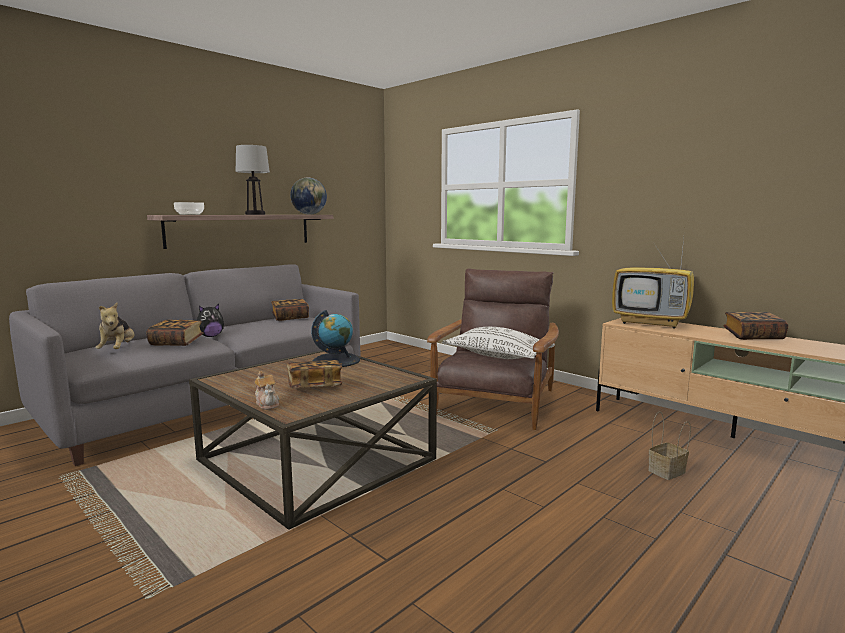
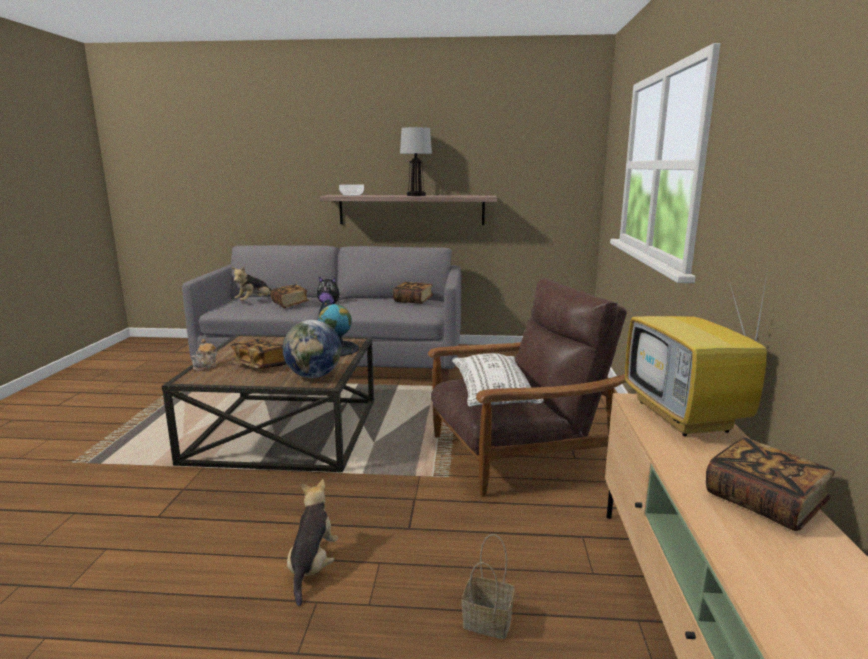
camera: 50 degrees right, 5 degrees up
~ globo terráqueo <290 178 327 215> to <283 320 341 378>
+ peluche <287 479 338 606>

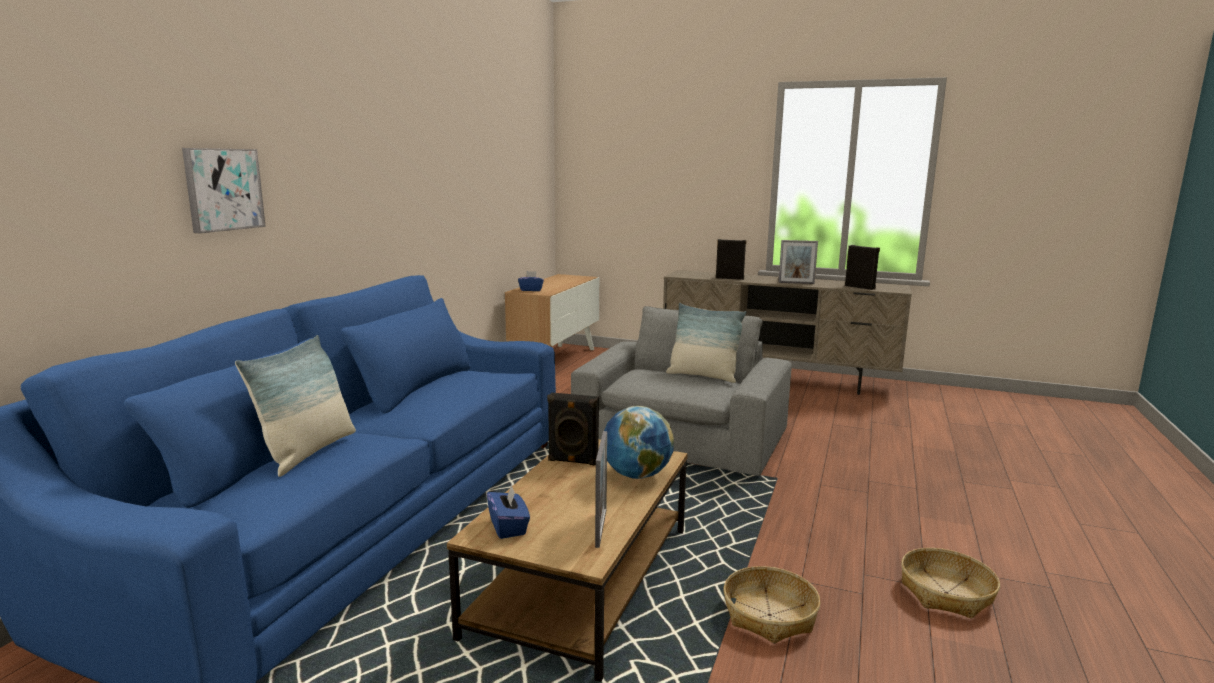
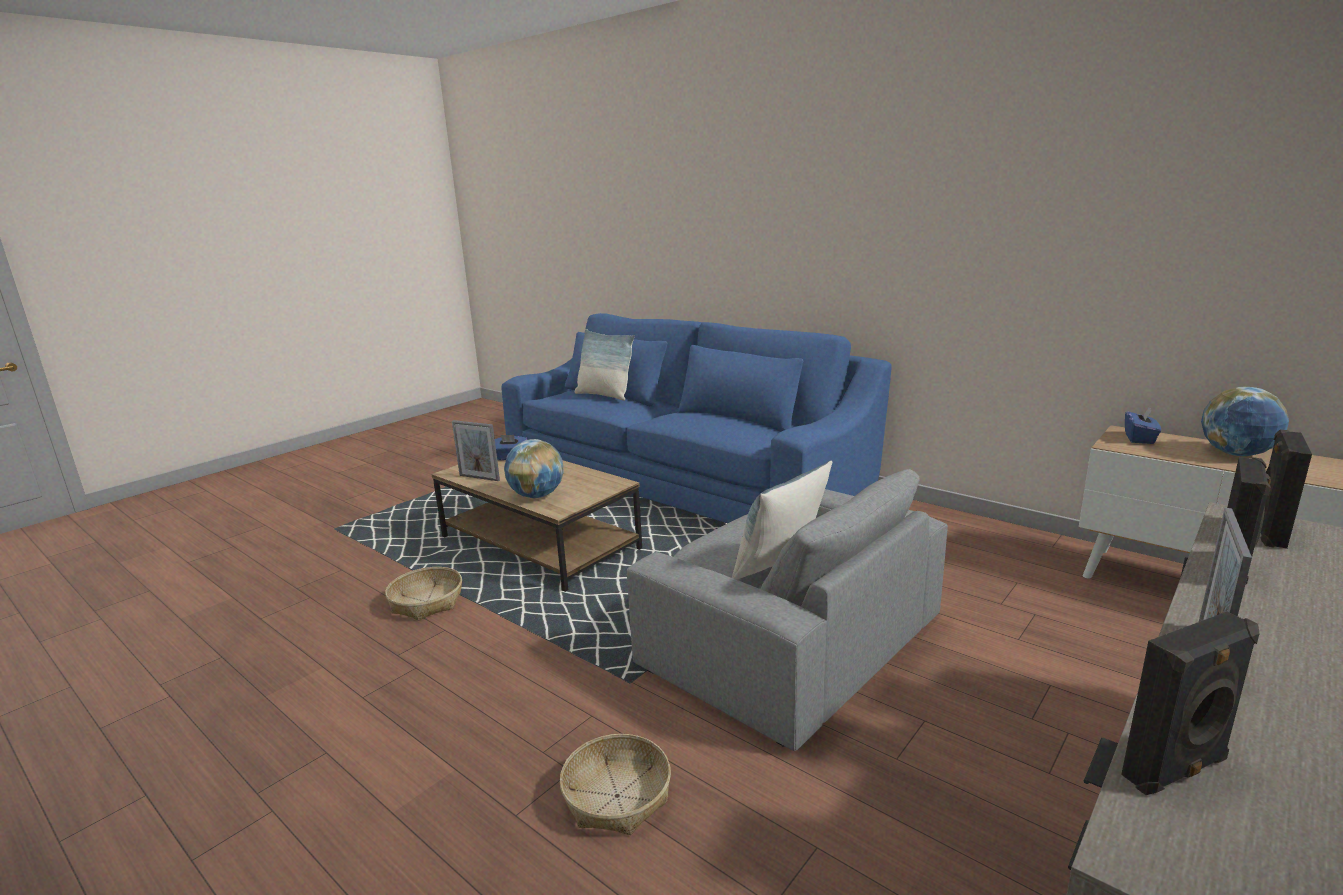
camera: 110 degrees right, 5 degrees up
~ cesta <901 548 1000 619> to <560 734 671 835>
+ globo terráqueo <1201 387 1289 456>
~ altavoz [negro] <548 393 599 466> to <1261 429 1312 549>
- cuadro <182 148 266 233>

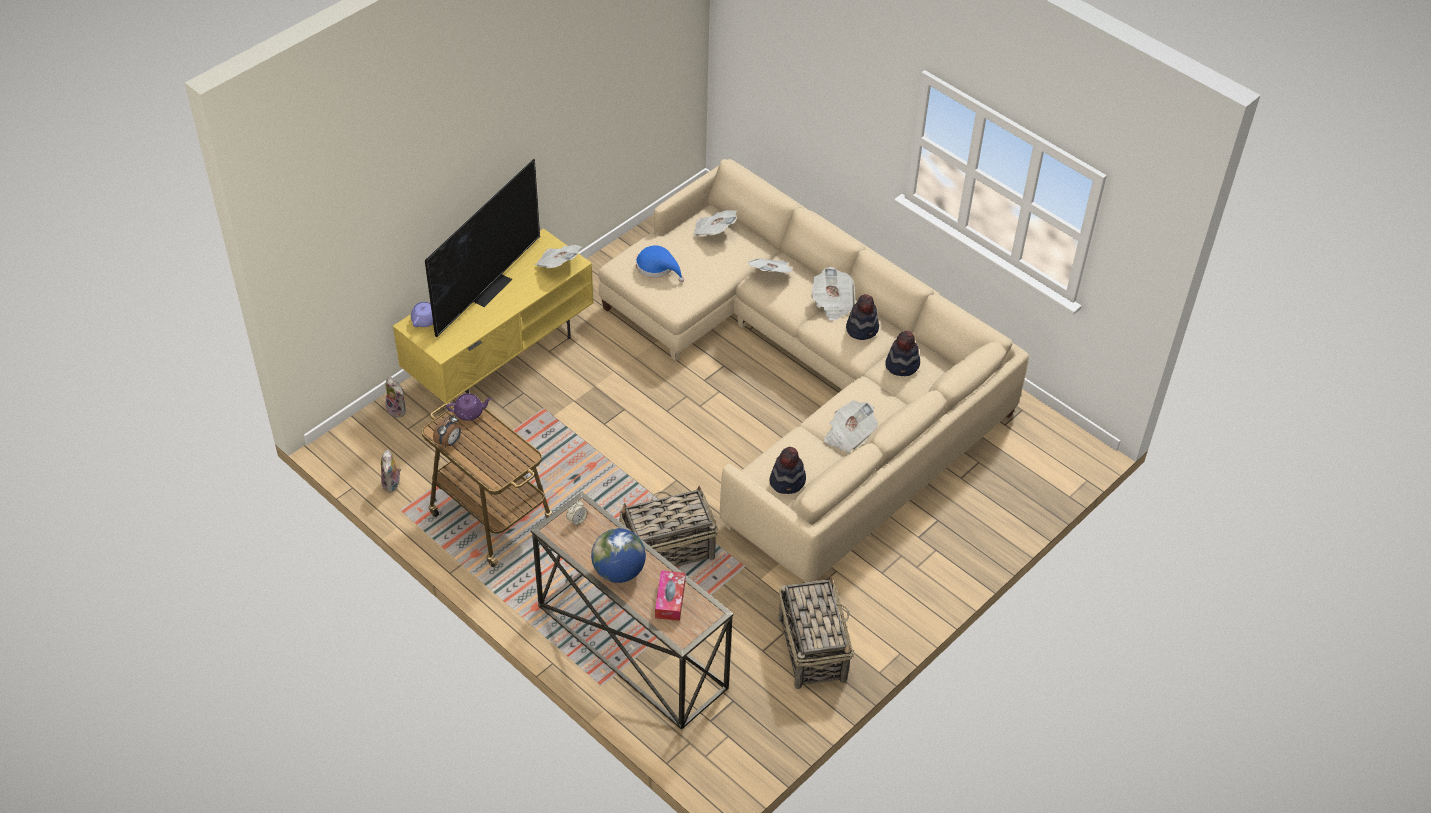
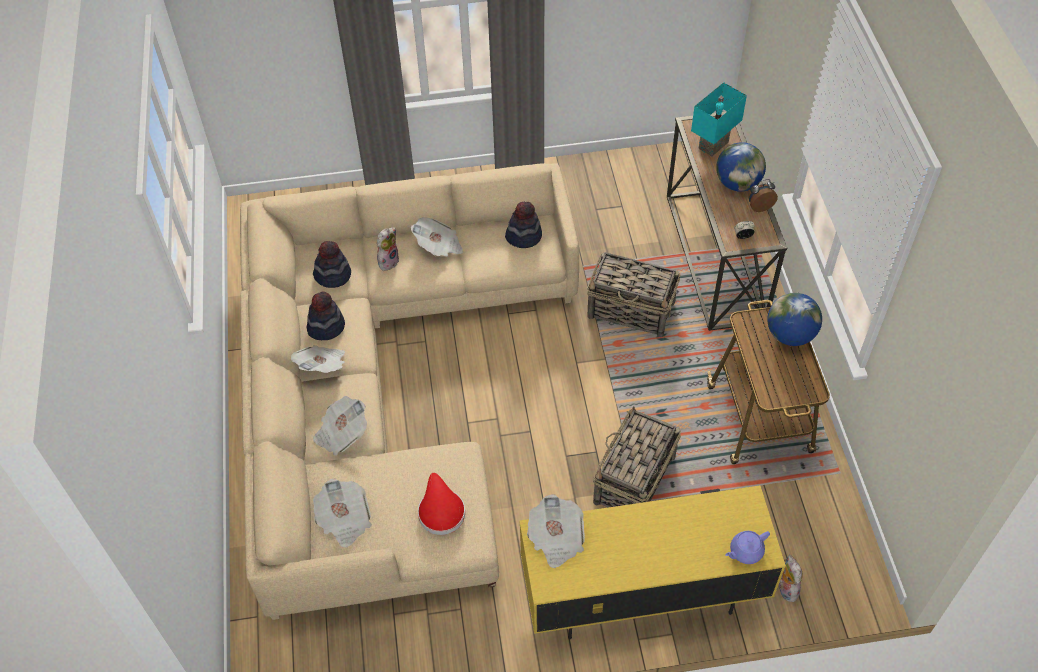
camera: 140 degrees left, 5 degrees up
~ peluche <381 450 401 493> to <377 227 399 271>
~ sombrero [azul] <636 245 684 282> to sombrero [rojo] <418 473 465 535>
~ cesta <778 575 854 689> to <593 407 681 507>
~ caja de pañuelos <655 570 686 621> to lámpara de mesa [turquesa] <691 82 747 157>
~ despertador <433 415 461 448> to <748 179 778 212>
+ globo terráqueo <767 293 822 346>
- televisor <425 159 540 337>
- tetera [morado] <446 393 492 421>

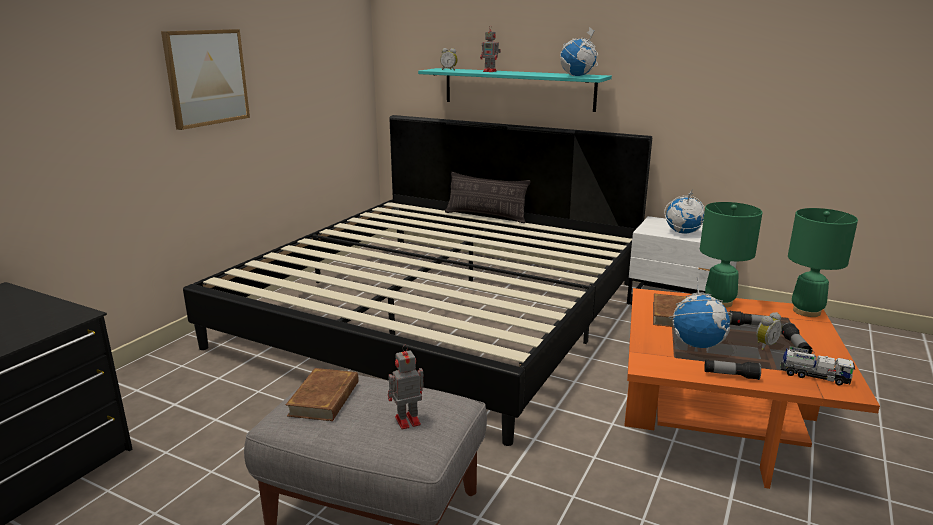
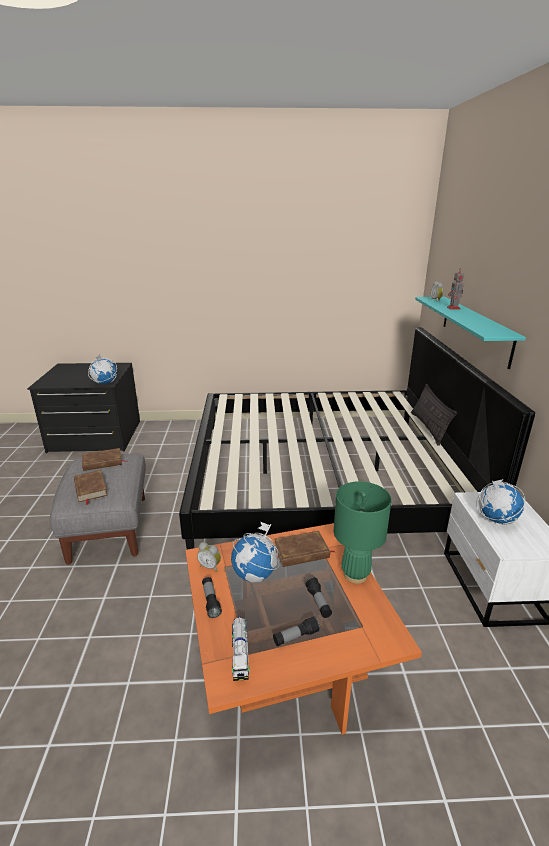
camera: 60 degrees right, 5 degrees up
~ robot de juguete <388 345 423 429> to libro [marrón] <74 470 108 505>
~ globo terráqueo <560 27 598 76> to <88 354 117 384>
~ despertador <756 312 782 350> to <197 542 221 572>
- cuadro <161 29 250 130>
- lámpara de mesa [verde] <788 208 858 317>

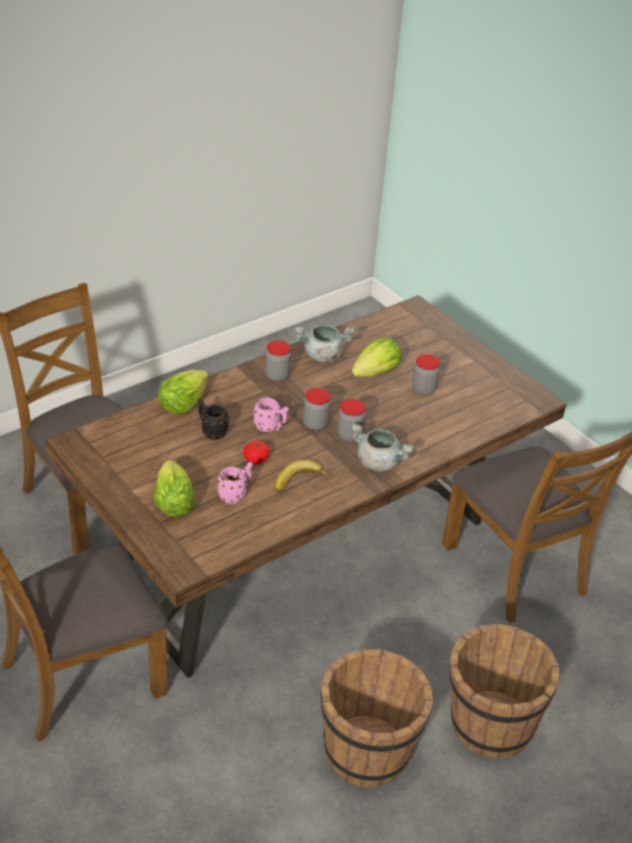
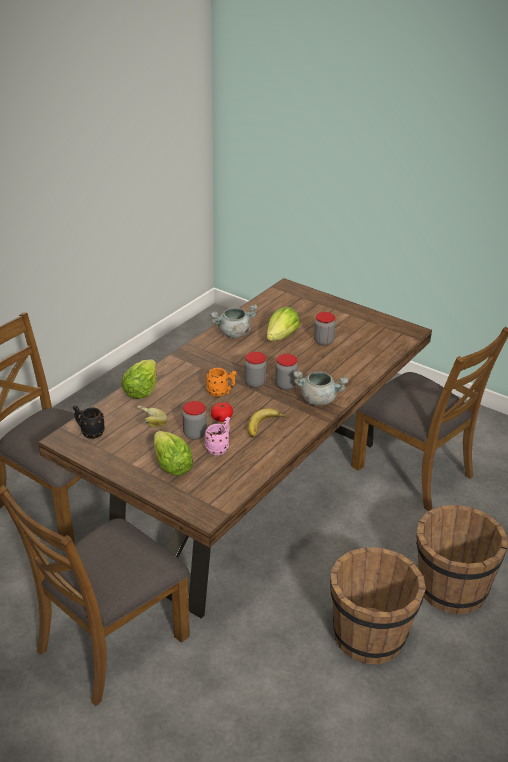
camera: 15 degrees left, 5 degrees down
~ taza grande [negro] <198 398 229 440> to <73 405 105 439>
+ plátano <137 405 167 427>
~ tarro <265 340 291 382> to <182 401 207 440>
~ taza grande [rosa] <253 397 289 432> to taza grande [naranja] <206 368 236 397>

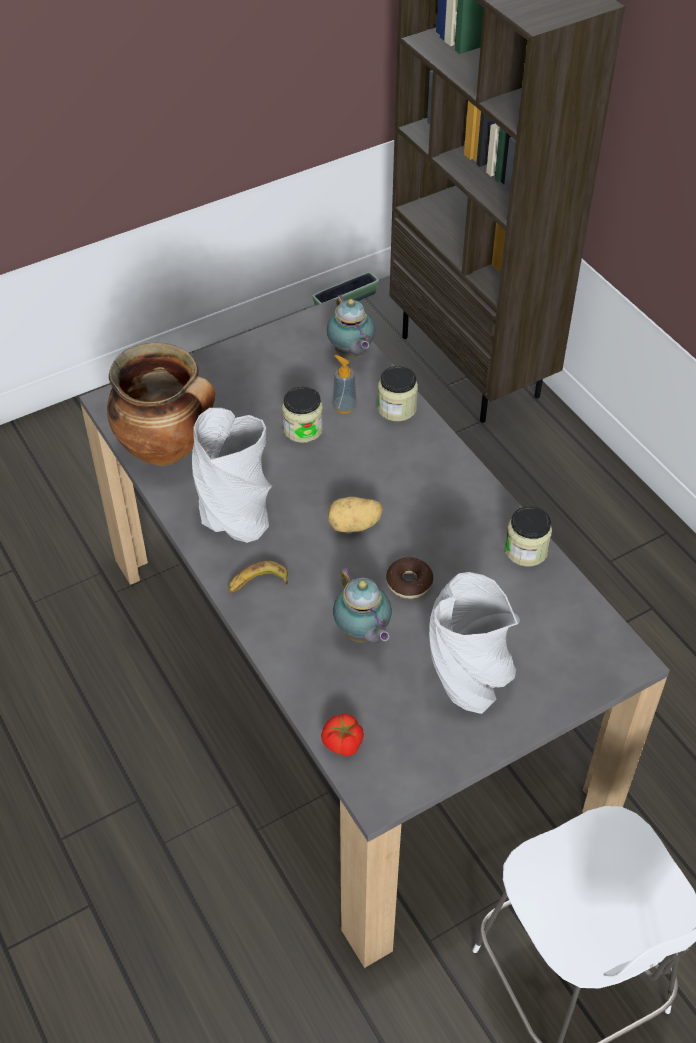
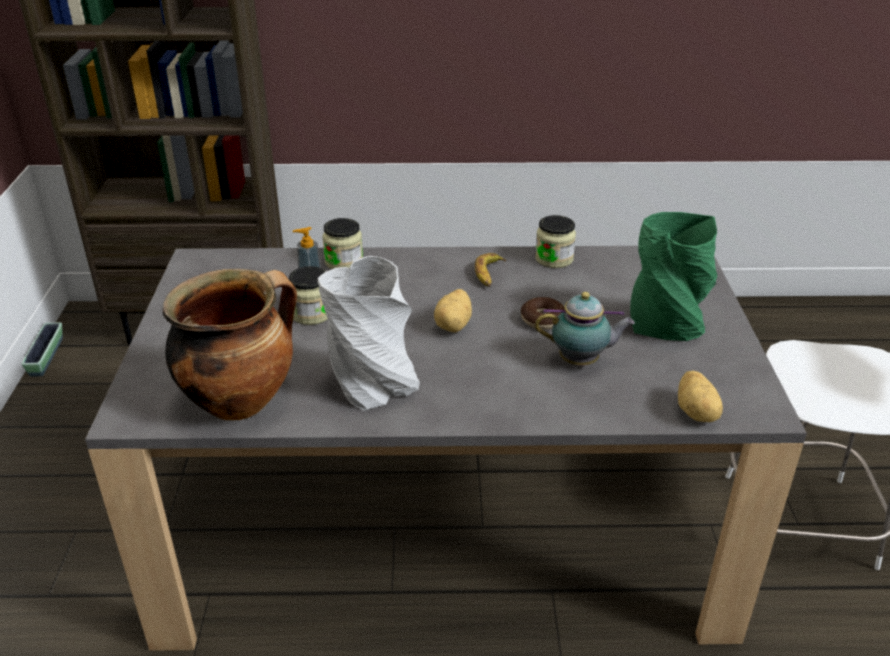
camera: 60 degrees left, 15 degrees down
~ plátano <228 561 288 594> to <475 253 506 287>
~ florero [gris] <429 572 520 714> to florero [verde] <630 212 717 341>
~ tomate <321 713 364 756> to patata <678 371 723 422>
- tetera <327 294 375 358>

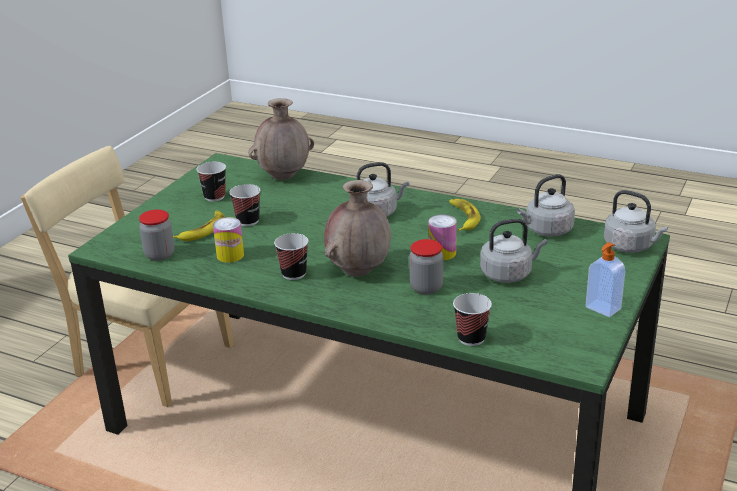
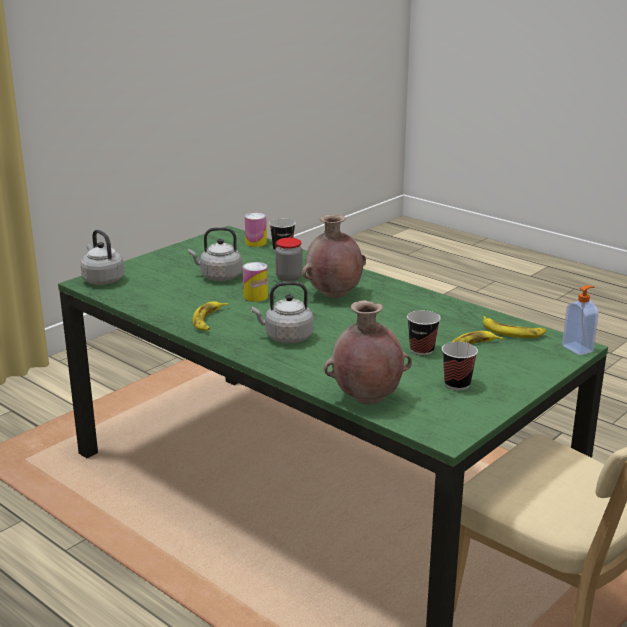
camera: 165 degrees left, 5 degrees down
~ lata <213 217 244 263> to <245 213 267 247>
~ tarro <139 210 174 261> to plátano <483 316 546 338>
~ dispensador de jabón <586 242 625 317> to <562 285 599 355>
- taza <274 233 308 280>
- hervidor [gris] <517 174 575 237>

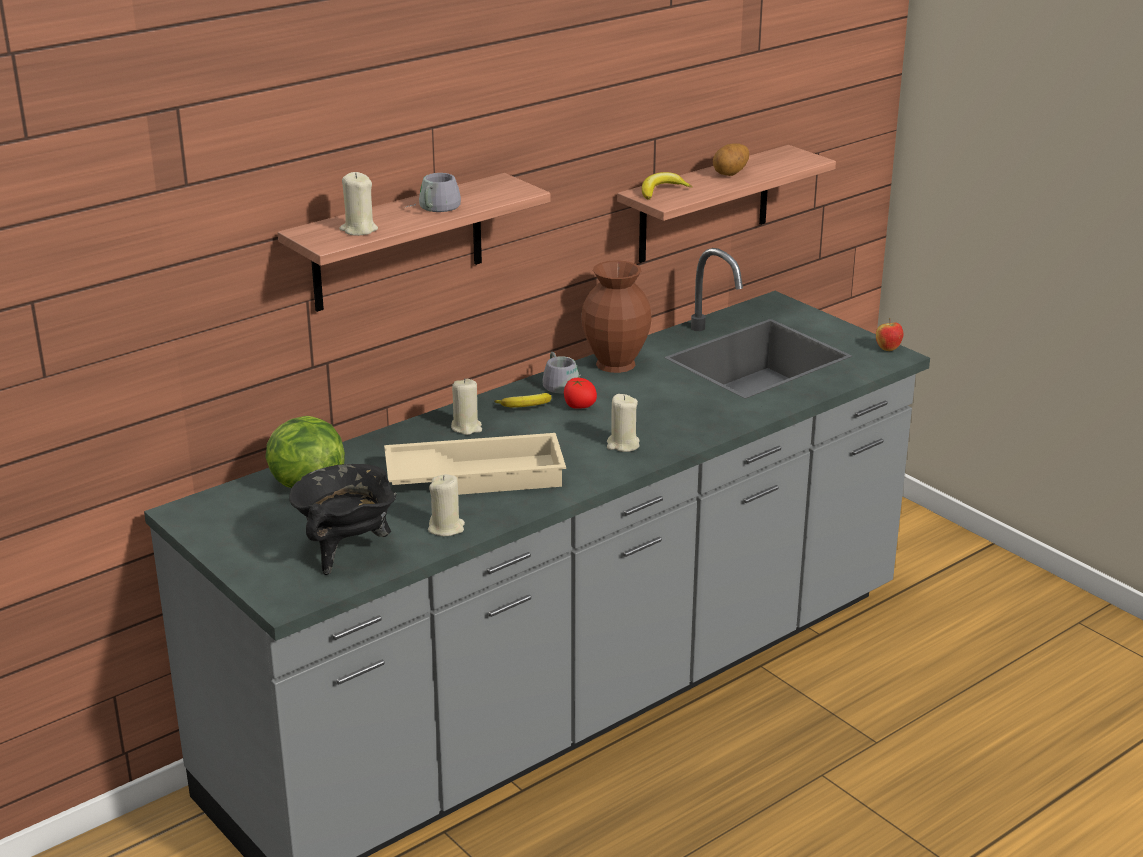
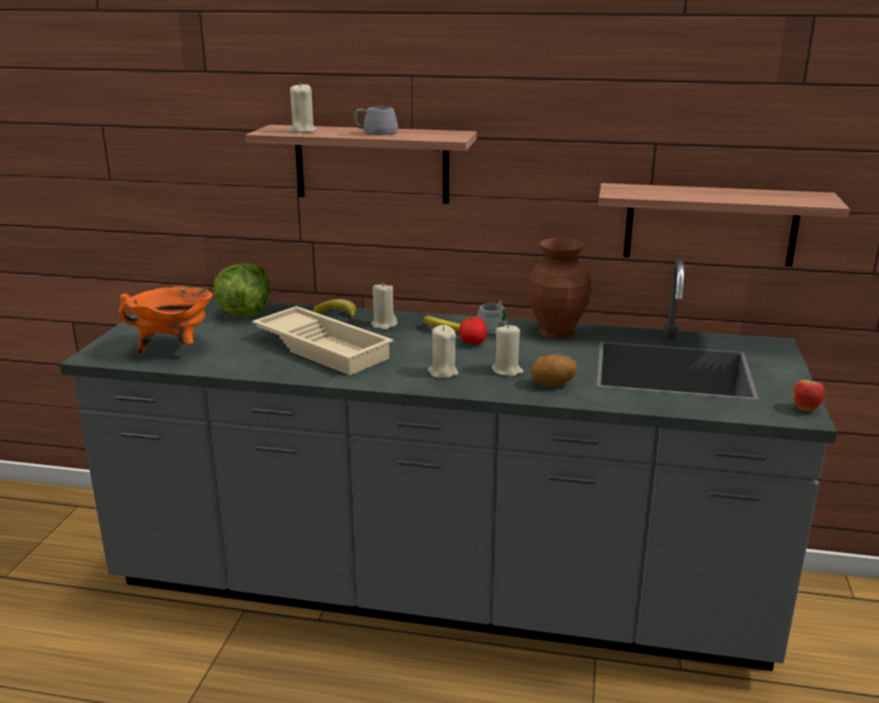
camera: 50 degrees right, 5 degrees down
~ olla [negro] <289 464 397 575> to olla [naranja] <119 286 213 355>
~ plátano <642 172 693 200> to <313 299 356 318>
~ vela [beis] <428 474 465 536> to <492 324 523 377>
~ patata <713 143 749 176> to <530 354 578 387>

